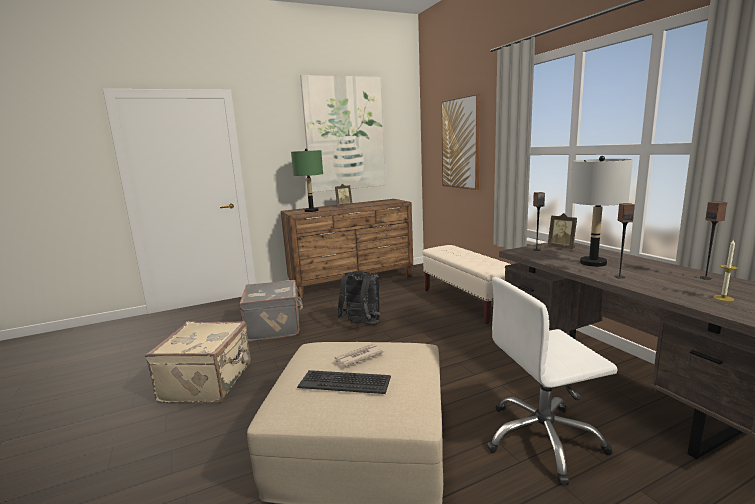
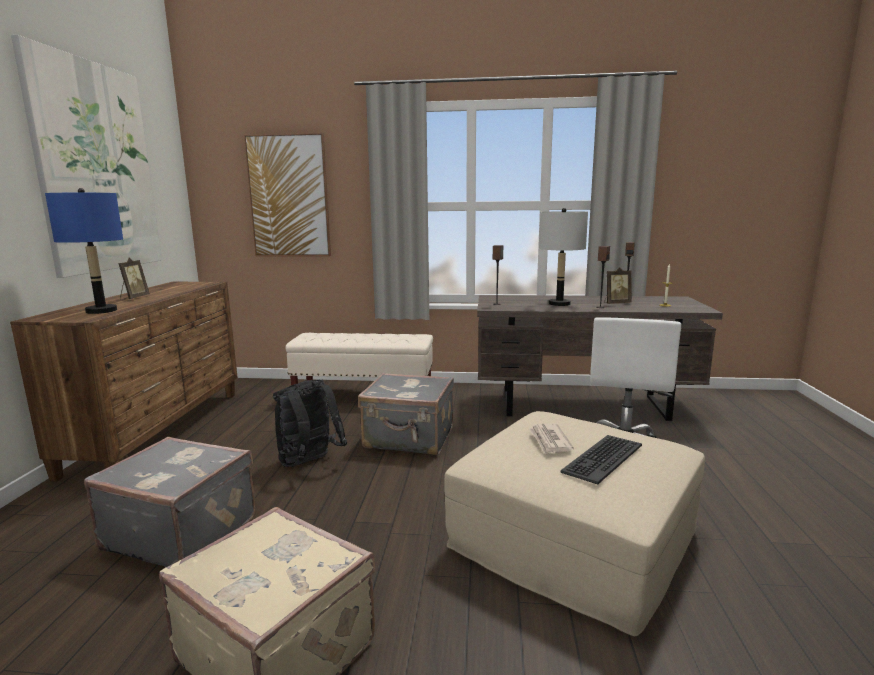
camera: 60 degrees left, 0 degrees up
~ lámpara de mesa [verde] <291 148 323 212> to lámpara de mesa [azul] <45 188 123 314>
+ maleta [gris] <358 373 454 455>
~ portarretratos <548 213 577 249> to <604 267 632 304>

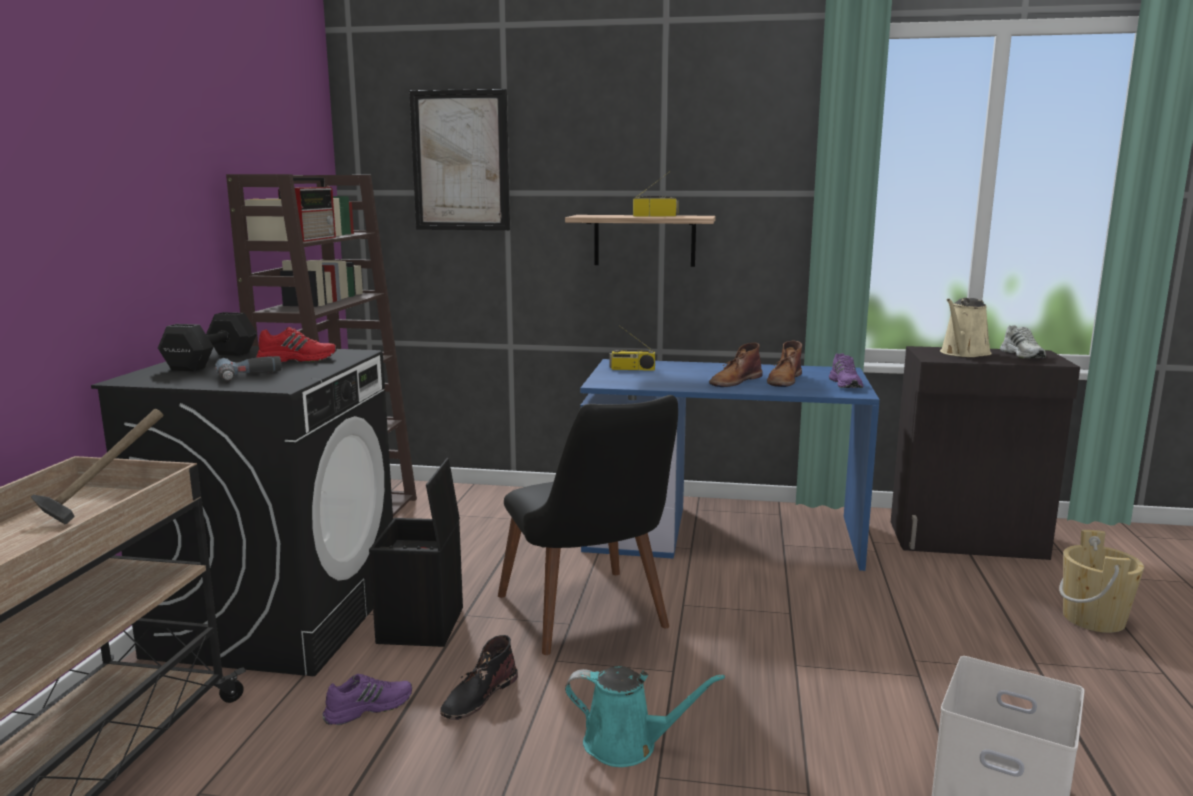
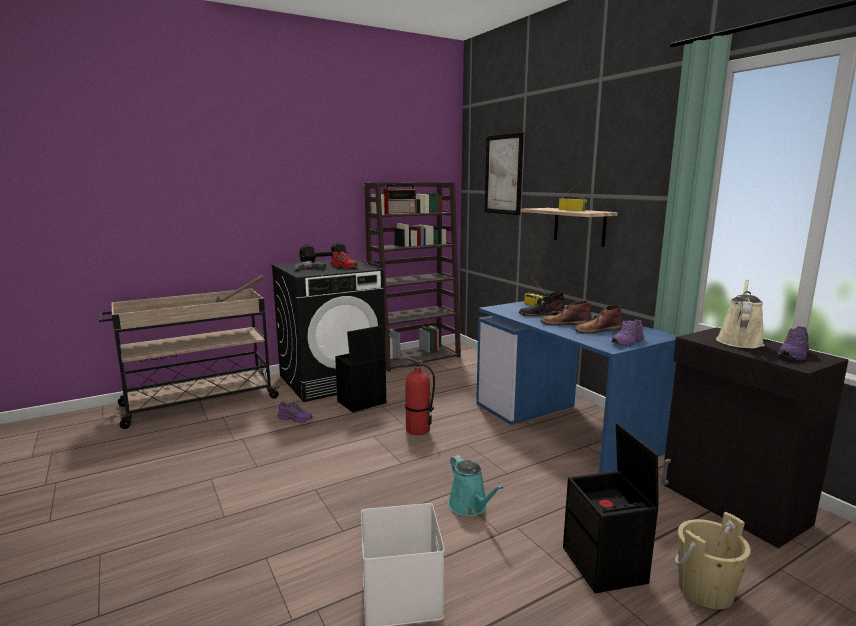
camera: 50 degrees right, 0 degrees up
~ silla [negro] <498 395 678 655> to extintor <402 357 435 435>
~ regadera [turquesa] <565 666 725 767> to <448 455 503 516>
~ bota [negro] <440 635 518 720> to <519 292 565 316>
+ caja de almacenaje [negro] <563 422 659 593>
~ regadera [beis] <940 298 992 357> = <716 280 764 348> 120 degrees clockwise
~ zapato [blanco] <1000 325 1046 358> to zapato [morado] <777 326 809 360>

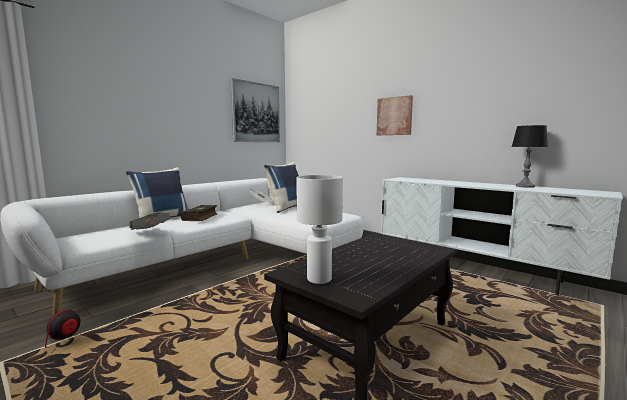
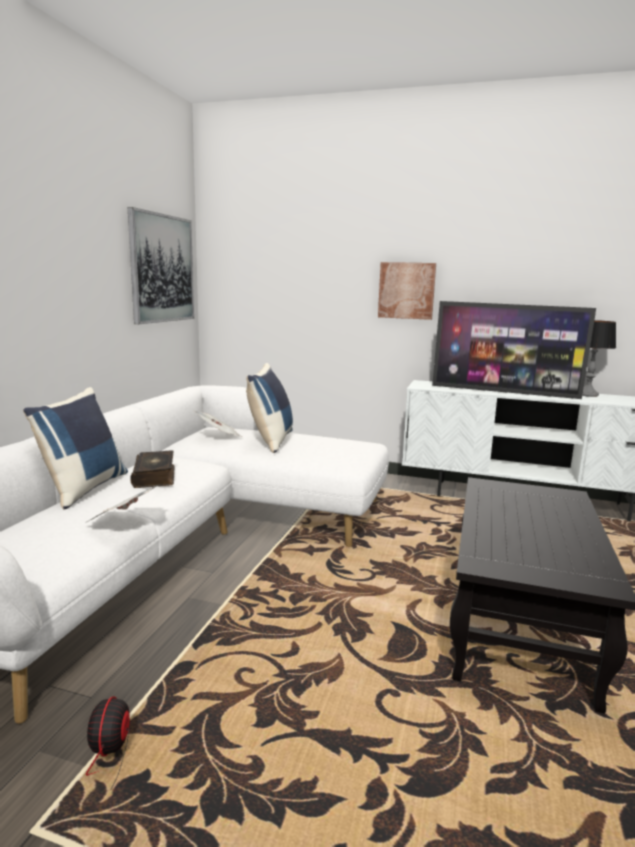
camera: 25 degrees left, 5 degrees up
+ televisor <432 301 596 399>
- lámpara de mesa [blanco] <296 175 343 284>

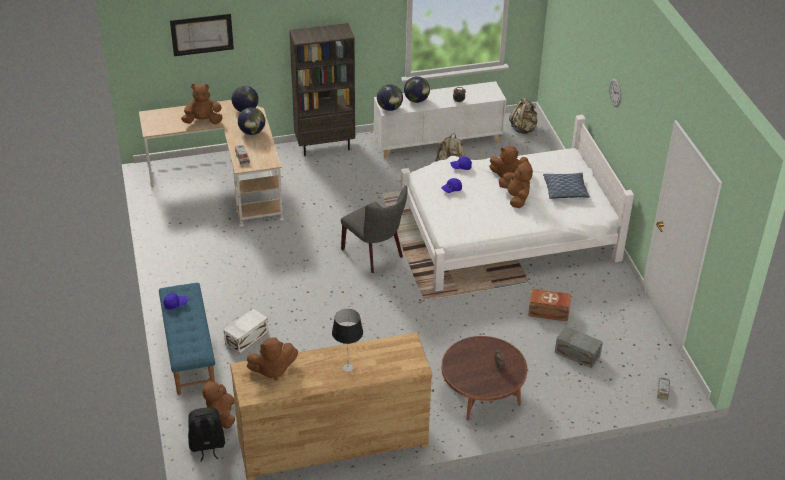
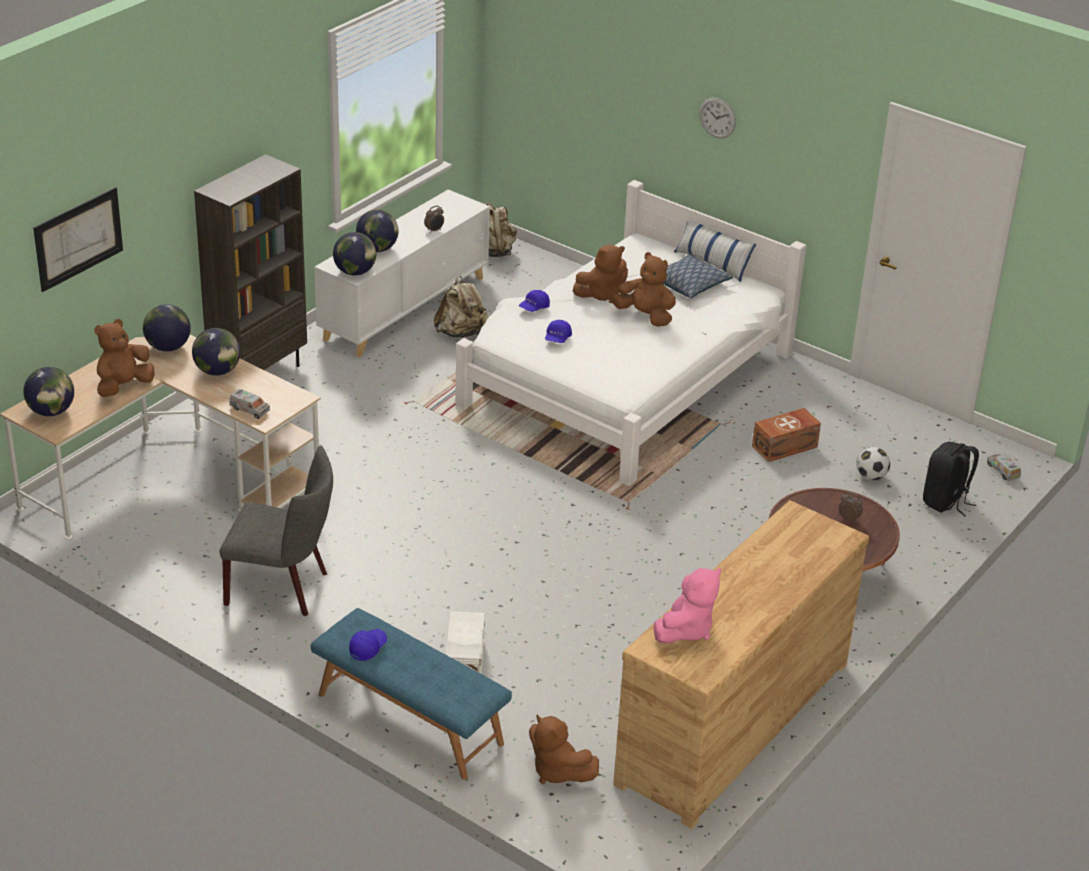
camera: 40 degrees left, 5 degrees down
+ globo terráqueo <23 367 74 416>
~ silla [gris] <341 186 408 273> to <219 445 333 616>
~ peluche [marrón] <247 337 298 380> to peluche [rosa] <653 568 721 643>
+ cojín <674 220 756 282>
~ caja de almacenaje [gris] <555 326 603 368> to balón de fútbol <856 447 890 480>
~ mochila [negro] <188 407 225 462> to <923 442 979 516>
- lámpara de mesa <332 309 363 372>

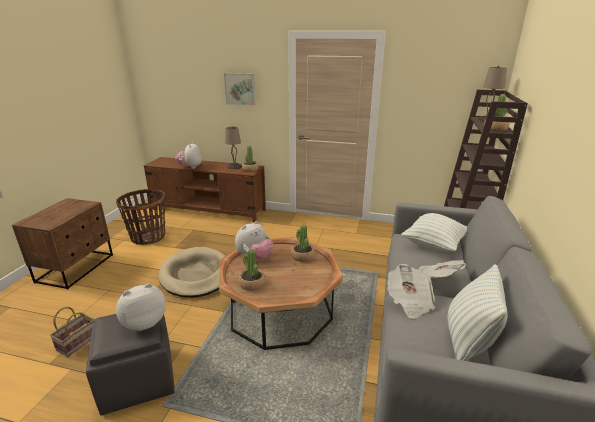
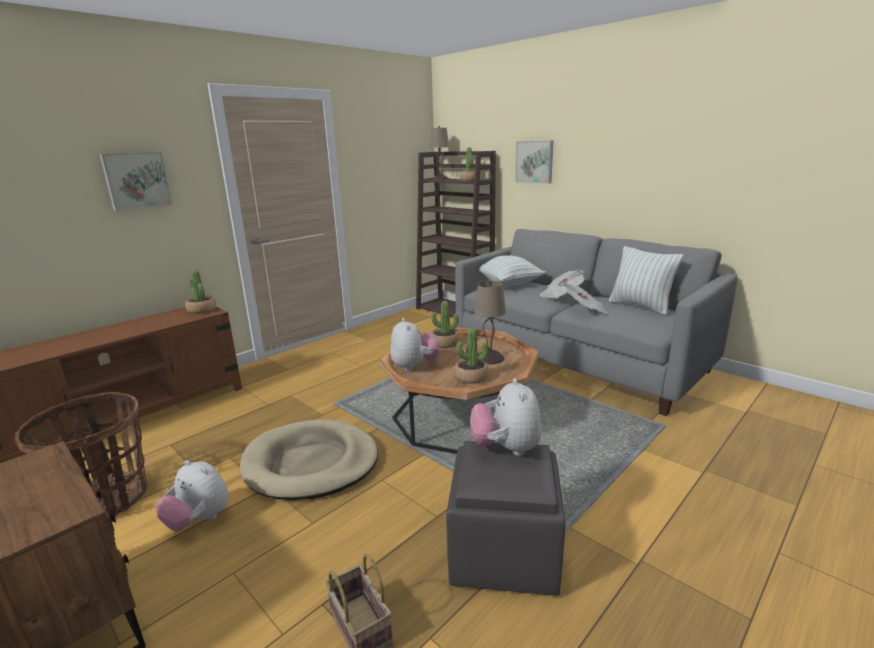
camera: 60 degrees left, 5 degrees down
~ peluche <176 142 202 169> to <156 460 229 531>
~ lámpara de mesa [beis] <225 126 242 169> to <474 281 506 364>
+ cuadro <515 140 554 184>

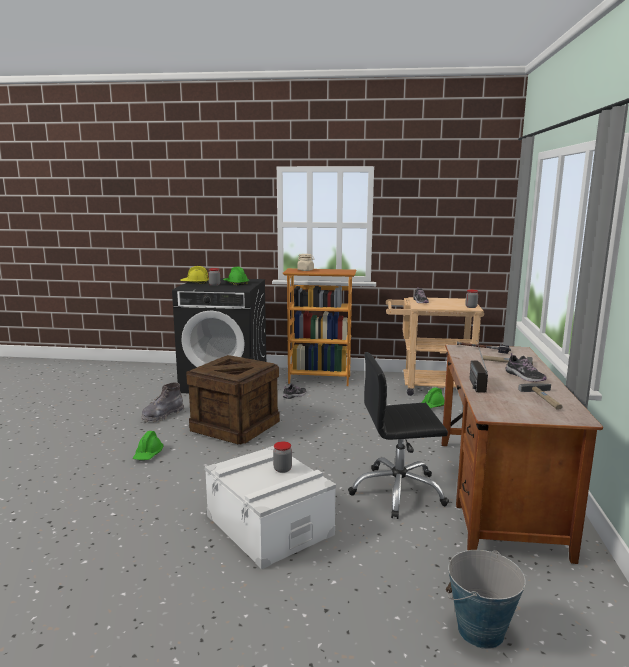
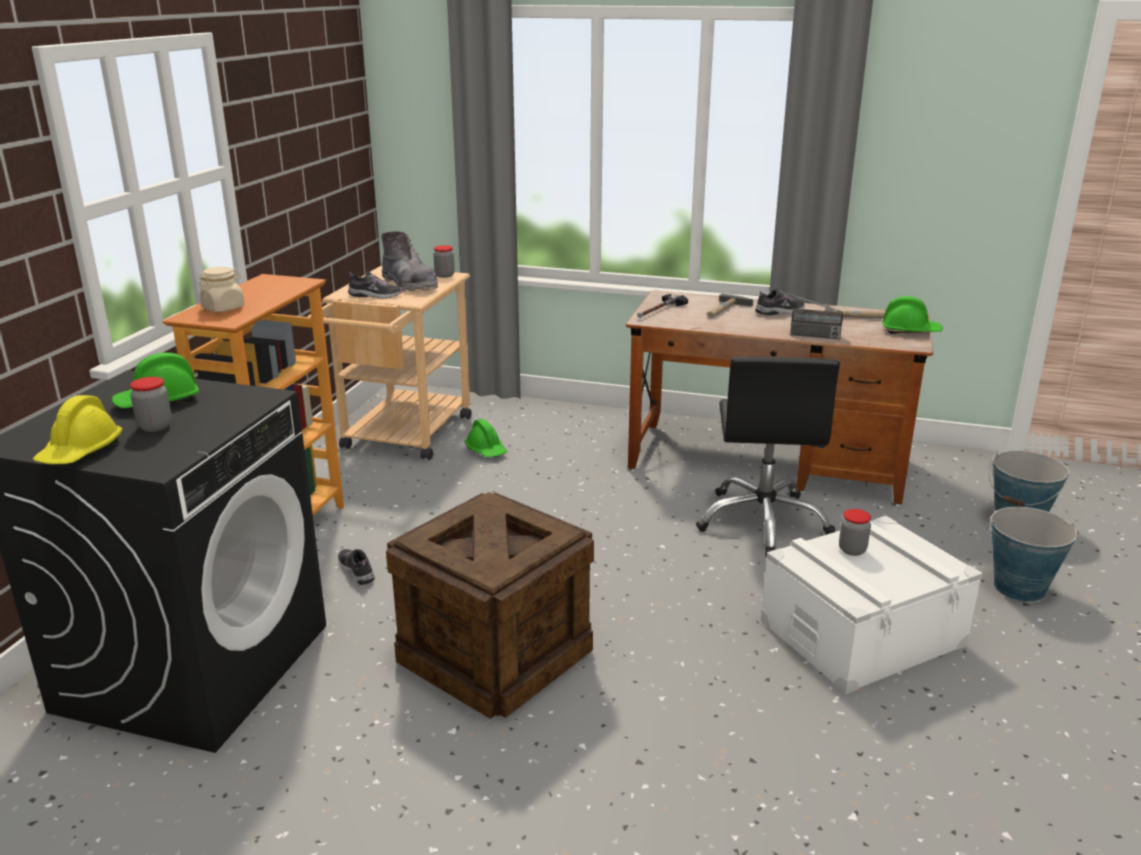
camera: 80 degrees left, 10 degrees up
~ bota [gris] <141 382 184 422> to <381 231 438 291>
~ casco [verde] <133 431 163 460> to <882 296 943 334>
+ cubo <986 507 1077 602>

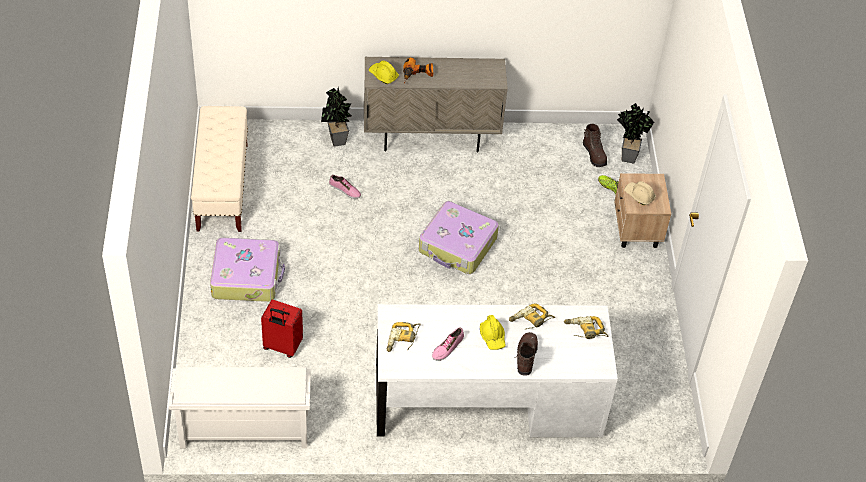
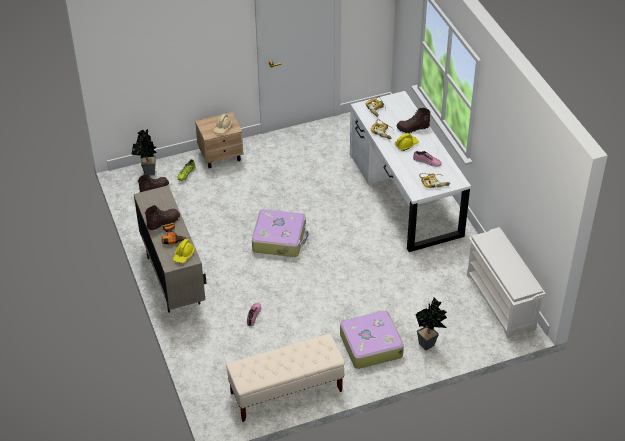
camera: 105 degrees left, 5 degrees down
+ bota [marrón] <145 205 180 230>
~ planta en maceta <321 87 352 147> to <415 298 447 350>
- maleta [rojo] <261 300 303 358>

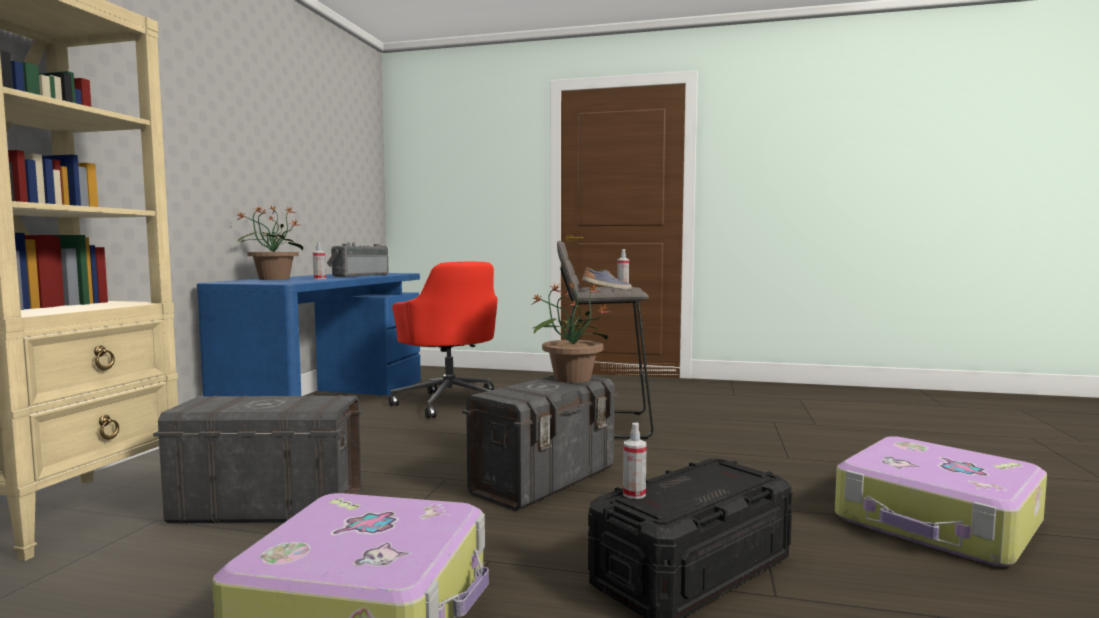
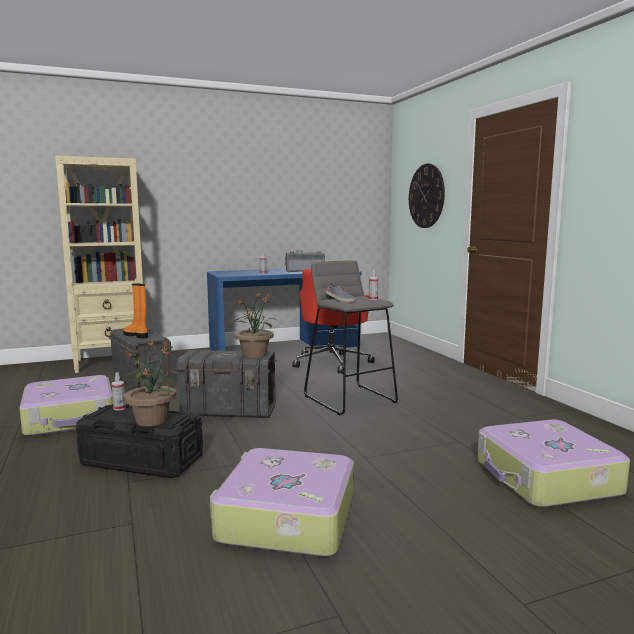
camera: 55 degrees right, 5 degrees up
~ planta en maceta <237 206 303 280> to <119 341 180 426>
+ bota [naranja] <123 284 148 339>
+ reloj de pared <409 164 445 228>
+ maleta <477 419 630 508>

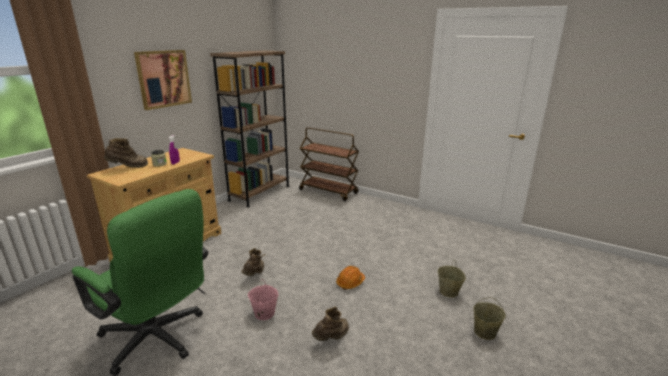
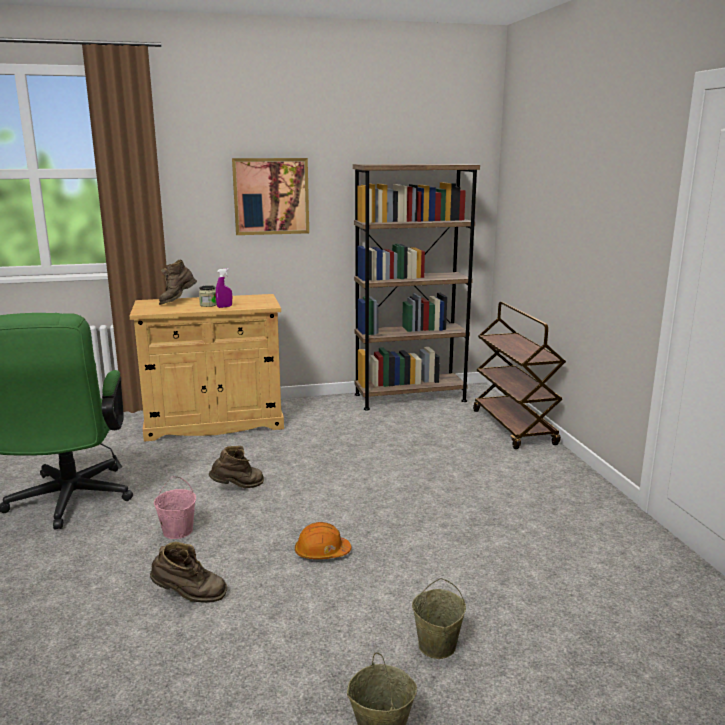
camera: 45 degrees right, 5 degrees down
~ bota [marrón] <104 138 148 168> = <159 259 197 305> 105 degrees clockwise

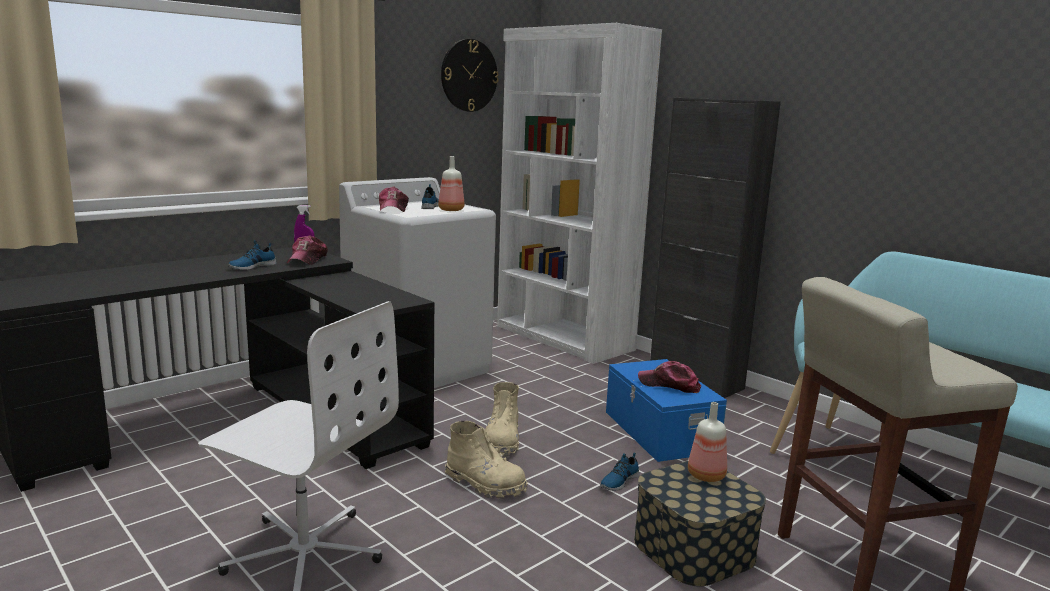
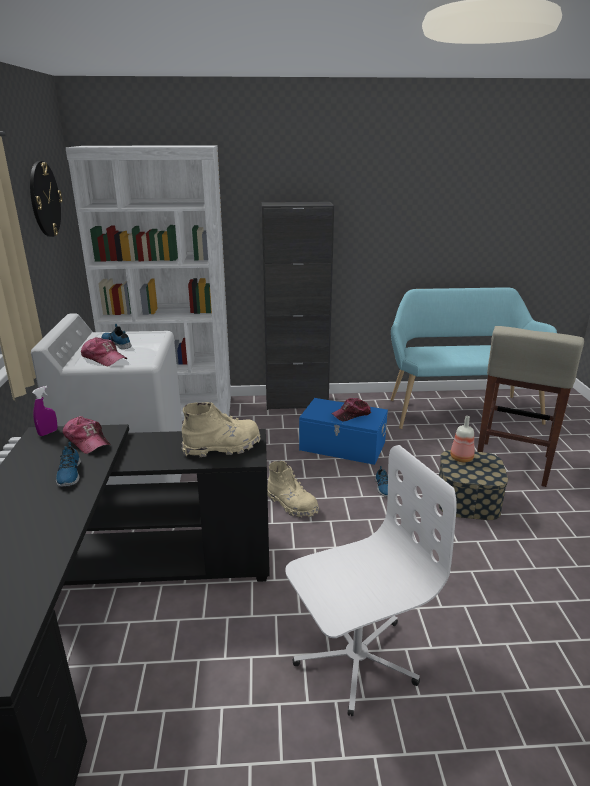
camera: 50 degrees left, 10 degrees up
~ bota [beis] <445 421 528 499> to <181 402 261 457>
- botella <438 156 464 211>

